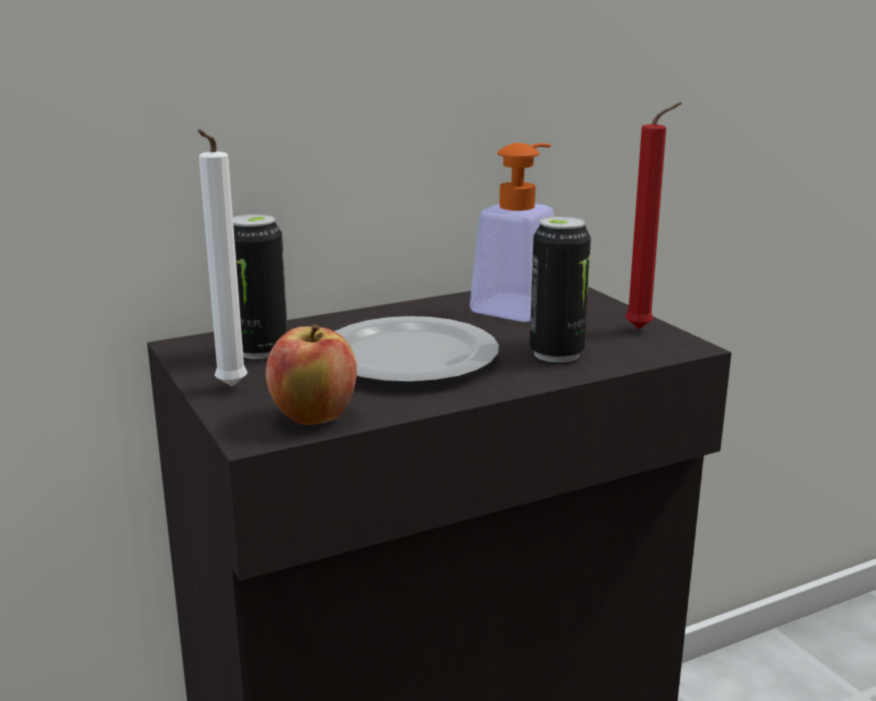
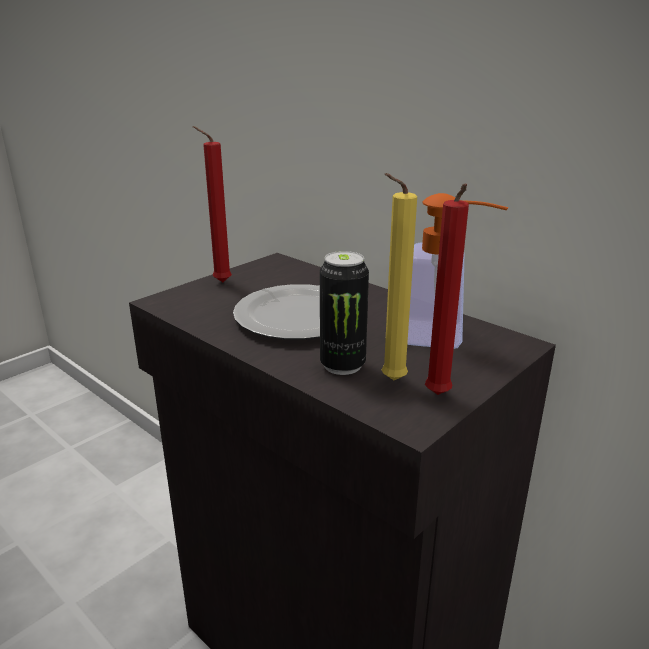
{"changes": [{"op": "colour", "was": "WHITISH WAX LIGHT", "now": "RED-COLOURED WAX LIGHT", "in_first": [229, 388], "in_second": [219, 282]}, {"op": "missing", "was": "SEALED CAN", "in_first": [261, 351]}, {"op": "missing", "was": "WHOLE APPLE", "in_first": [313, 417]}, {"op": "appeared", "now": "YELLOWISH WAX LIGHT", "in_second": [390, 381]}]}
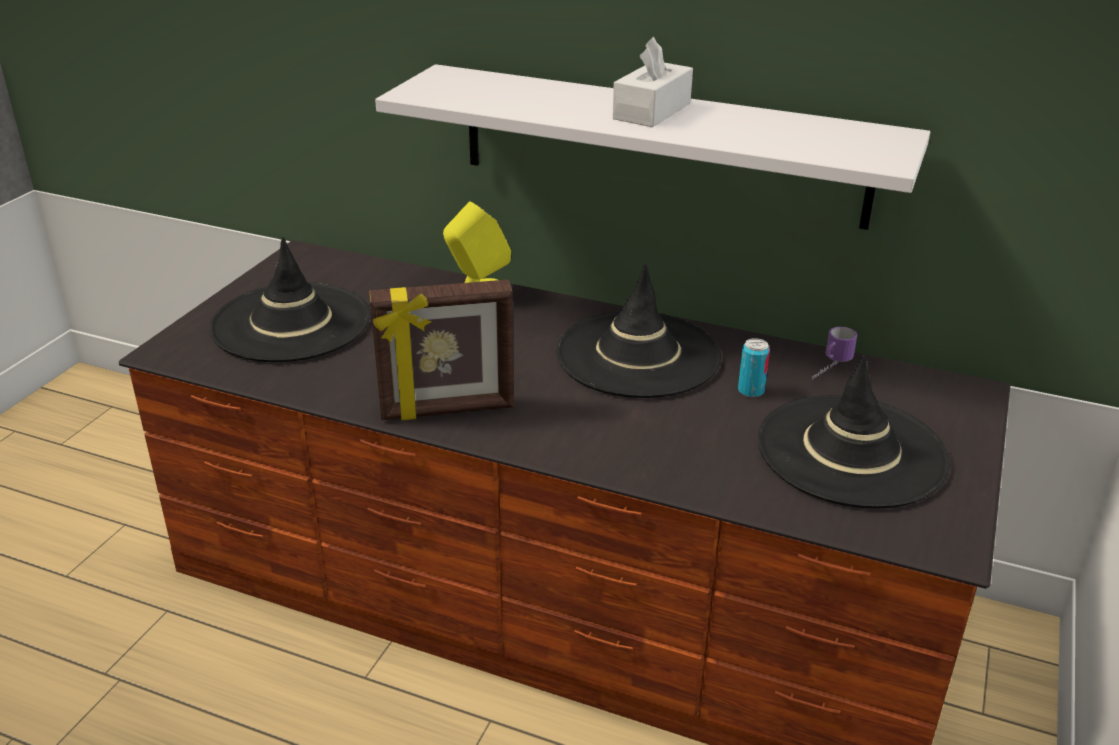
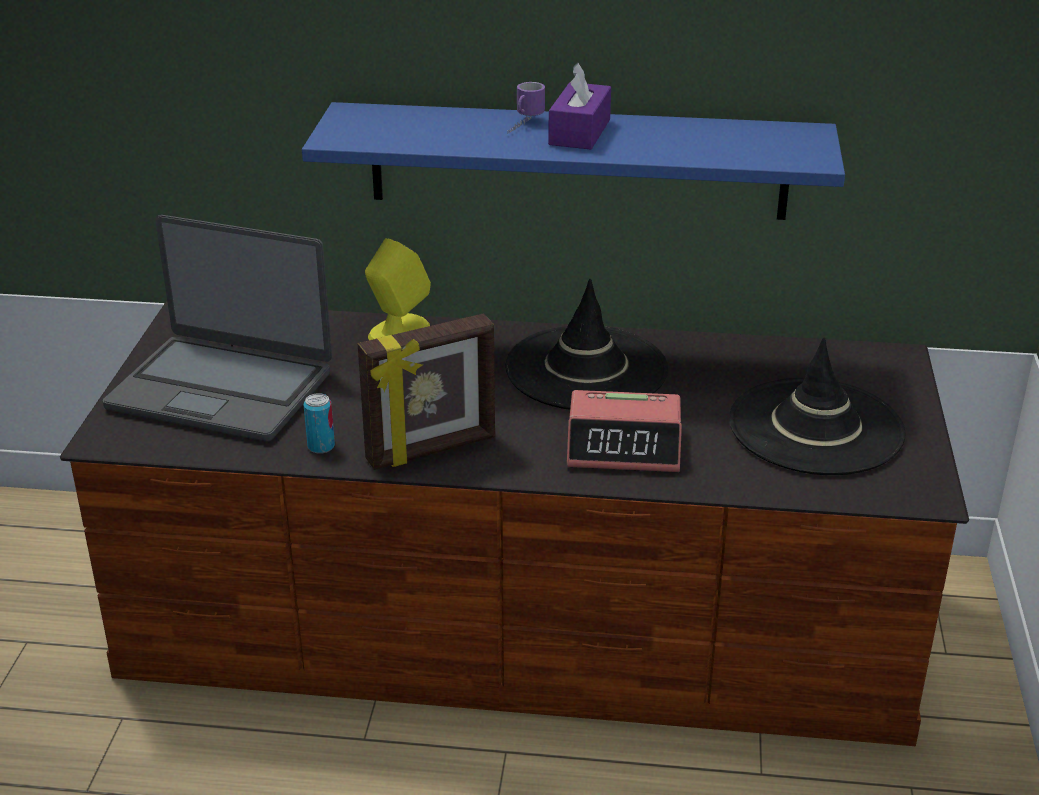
{"changes": [{"op": "exchanged", "was": "BLACK CLOTHING HAT", "now": "NOTEBOOK COMPUTER", "in_first": [291, 323], "in_second": [222, 389]}, {"op": "colour", "was": "WHITISH WALL SHELF", "now": "BLUE-COLOURED WALL SHELF", "in_first": [661, 145], "in_second": [578, 161]}, {"op": "colour", "was": "WHITISH TISSUE BOX", "now": "PURPLE-COLOURED TISSUE BOX", "in_first": [652, 111], "in_second": [579, 132]}, {"op": "relocated", "was": "SEALED CAN", "in_first": [750, 391], "in_second": [321, 446]}, {"op": "relocated", "was": "COFFEE MUG", "in_first": [828, 368], "in_second": [522, 125]}, {"op": "appeared", "now": "TABLE CLOCK", "in_second": [624, 446]}]}
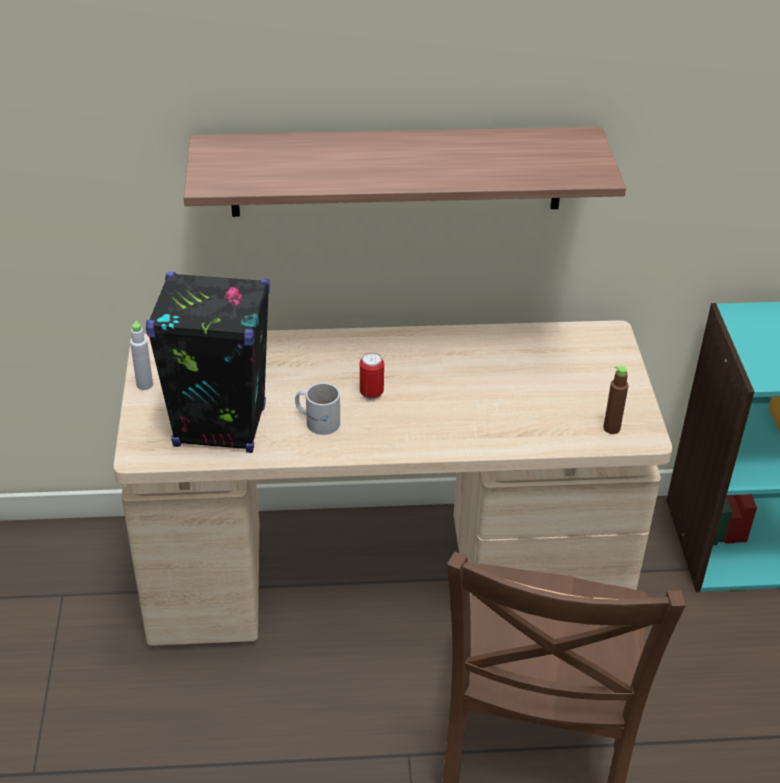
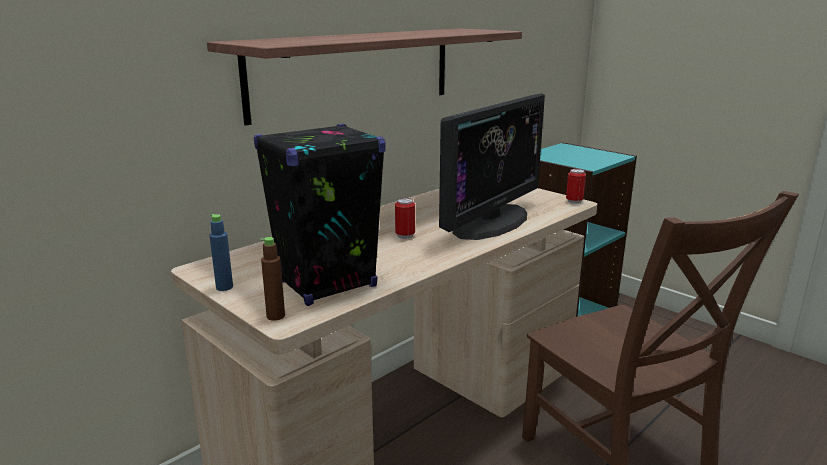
{"changes": [{"op": "colour", "was": "GRAY BEVERAGE BOTTLE", "now": "BLUE-COLOURED BEVERAGE BOTTLE", "in_first": [144, 385], "in_second": [224, 287]}, {"op": "missing", "was": "WHITISH COFFEE MUG", "in_first": [318, 420]}, {"op": "relocated", "was": "BROWNISH BEVERAGE BOTTLE", "in_first": [611, 428], "in_second": [275, 316]}, {"op": "appeared", "now": "COMPUTER SCREEN", "in_second": [490, 222]}, {"op": "appeared", "now": "SEALED CAN", "in_second": [574, 201]}]}
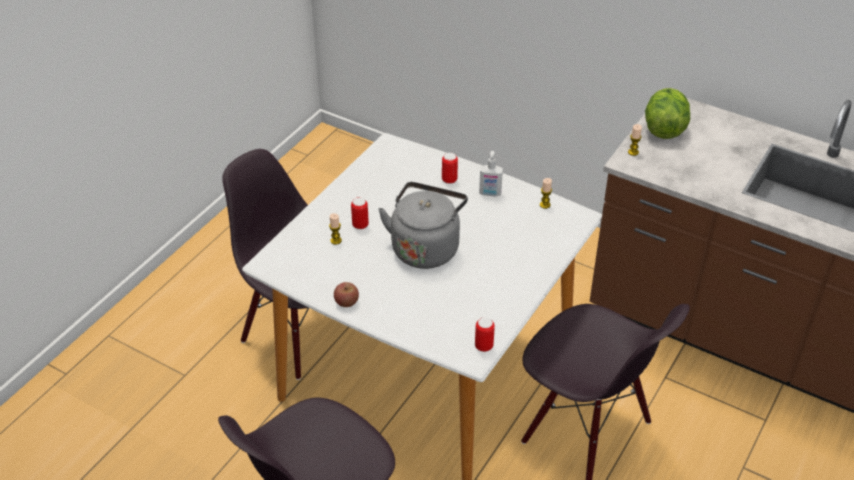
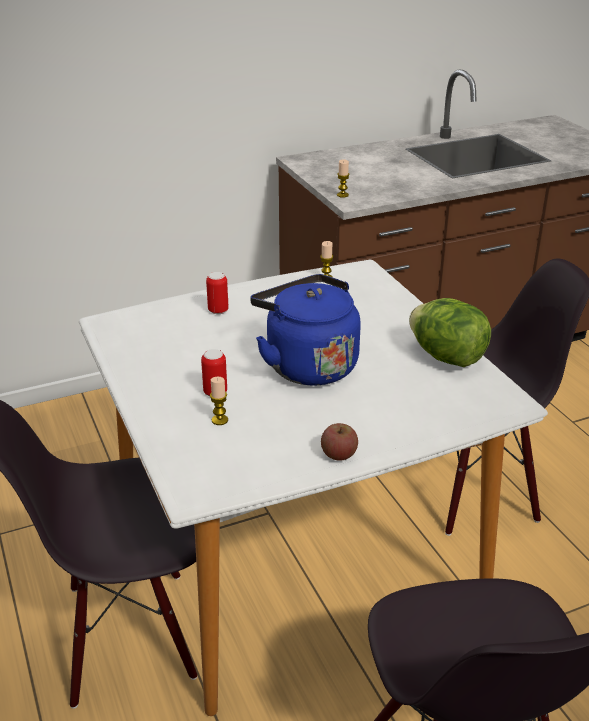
{"changes": [{"op": "colour", "was": "GRAY KETTLE", "now": "BLUE-COLOURED KETTLE", "in_first": [426, 247], "in_second": [307, 364]}, {"op": "missing", "was": "SEALED CAN", "in_first": [484, 346]}, {"op": "missing", "was": "SOAP BOTTLE", "in_first": [490, 193]}, {"op": "relocated", "was": "LETTUCE", "in_first": [664, 129], "in_second": [446, 357]}]}
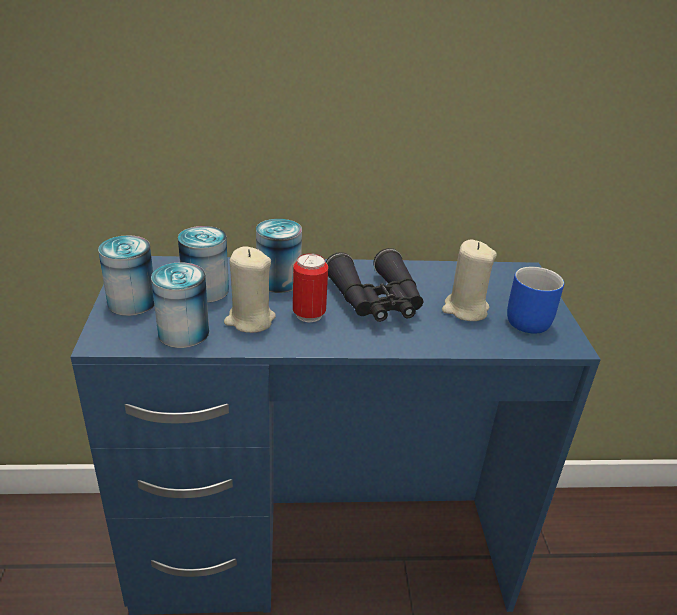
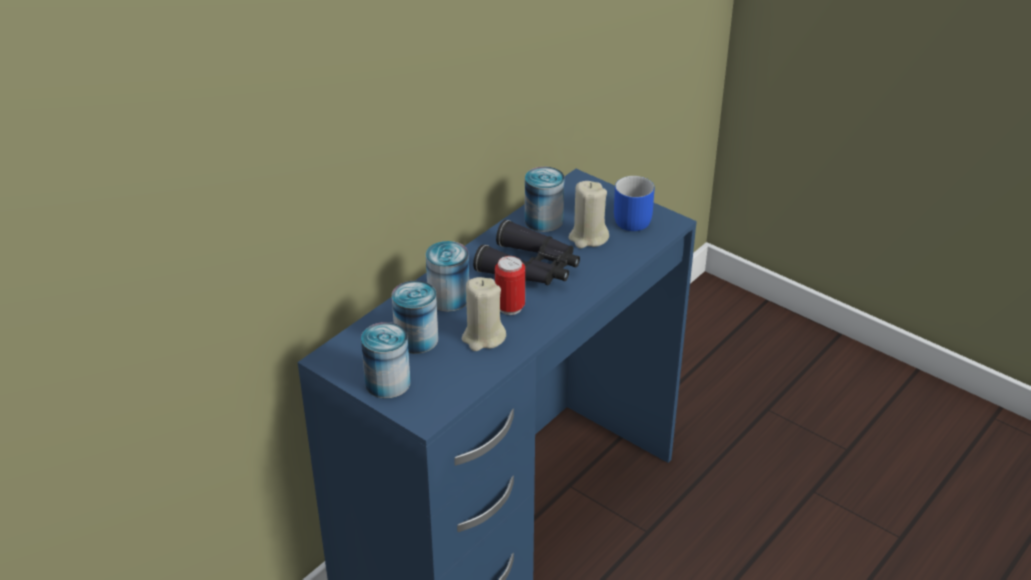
{"changes": [{"op": "relocated", "was": "SEALED CAN", "in_first": [183, 332], "in_second": [543, 220]}]}
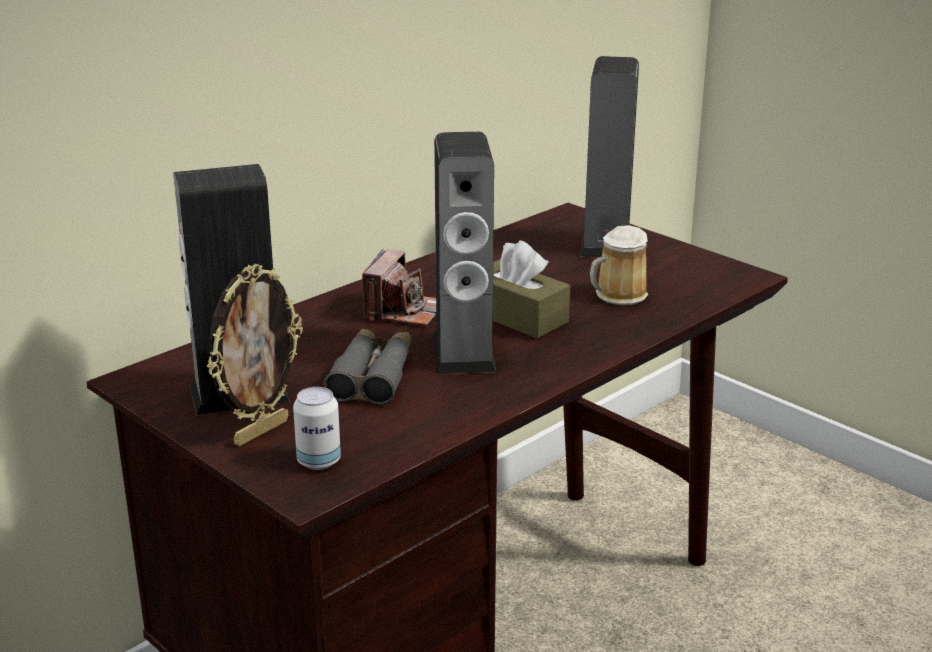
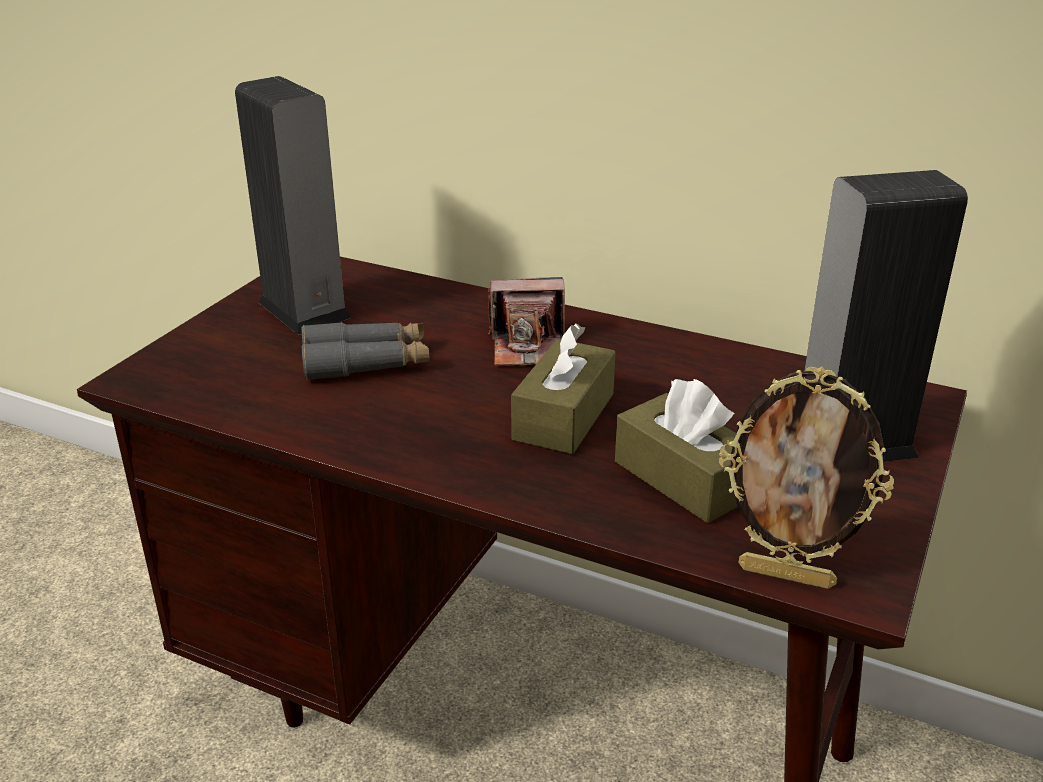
{"changes": [{"op": "relocated", "was": "PHOTO FRAME", "in_first": [260, 431], "in_second": [787, 575]}, {"op": "missing", "was": "SEALED CAN", "in_first": [319, 461]}, {"op": "missing", "was": "AUDIO SPEAKER", "in_first": [463, 352]}, {"op": "exchanged", "was": "COFFEE MUG", "now": "BROWNISH TISSUE BOX", "in_first": [617, 295], "in_second": [683, 479]}]}
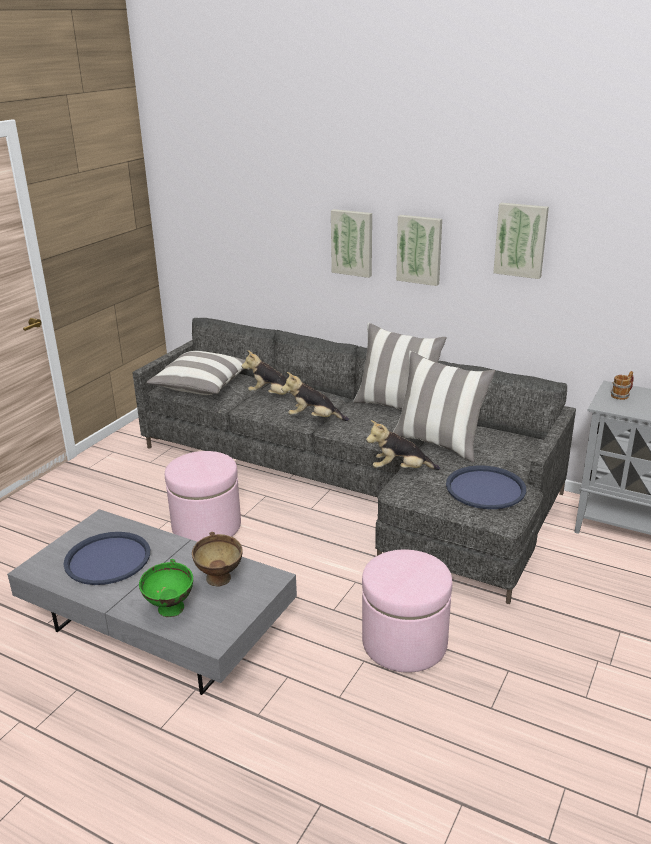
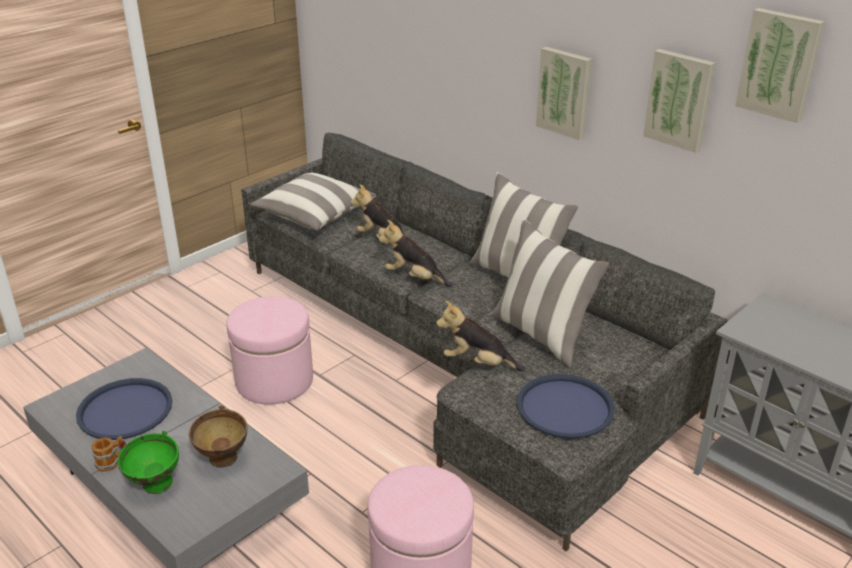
{"changes": [{"op": "relocated", "was": "WALL PICTURE", "in_first": [352, 242], "in_second": [780, 64]}, {"op": "relocated", "was": "COFFEE MUG", "in_first": [622, 395], "in_second": [112, 463]}]}
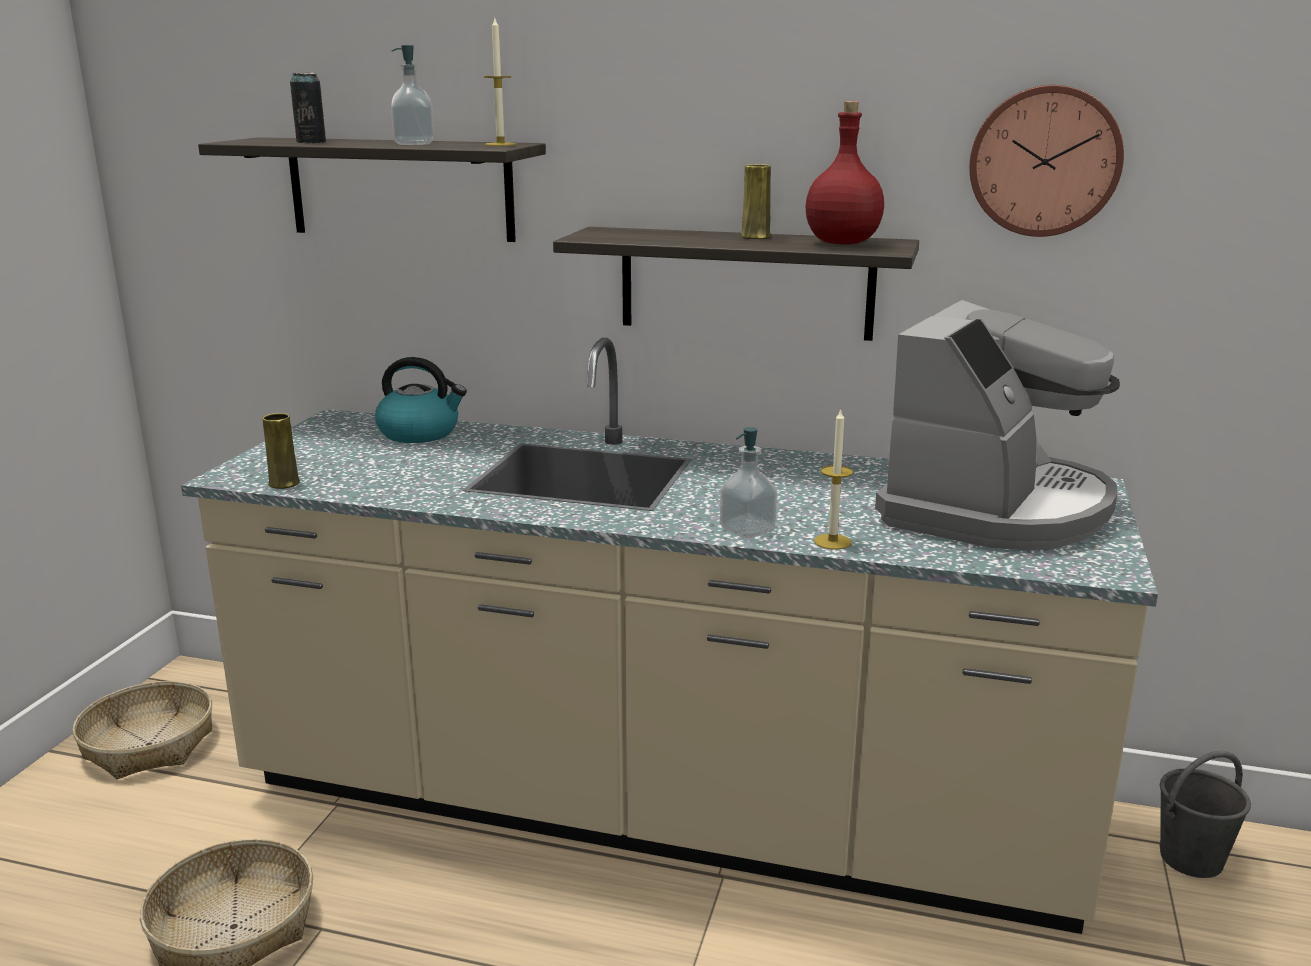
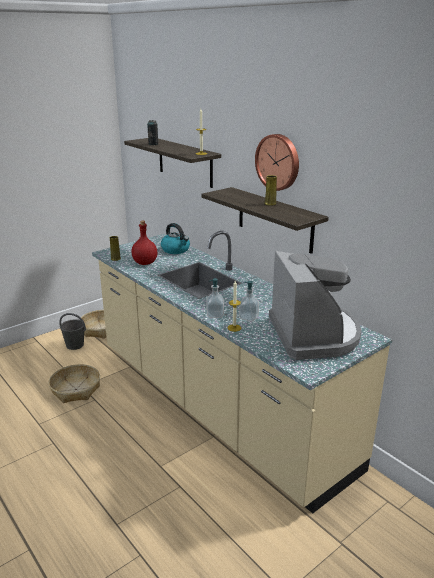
{"changes": [{"op": "relocated", "was": "SOAP BOTTLE", "in_first": [414, 144], "in_second": [248, 317]}, {"op": "relocated", "was": "RED-COLOURED BEVERAGE BOTTLE", "in_first": [843, 243], "in_second": [145, 263]}, {"op": "spun", "was": "COFFEE MACHINE", "in_first": [995, 508], "in_second": [314, 334], "clockwise": -75}, {"op": "relocated", "was": "HANGING CLOCK", "in_first": [1044, 161], "in_second": [278, 162]}, {"op": "relocated", "was": "GRAY PAIL", "in_first": [1190, 859], "in_second": [74, 345]}]}
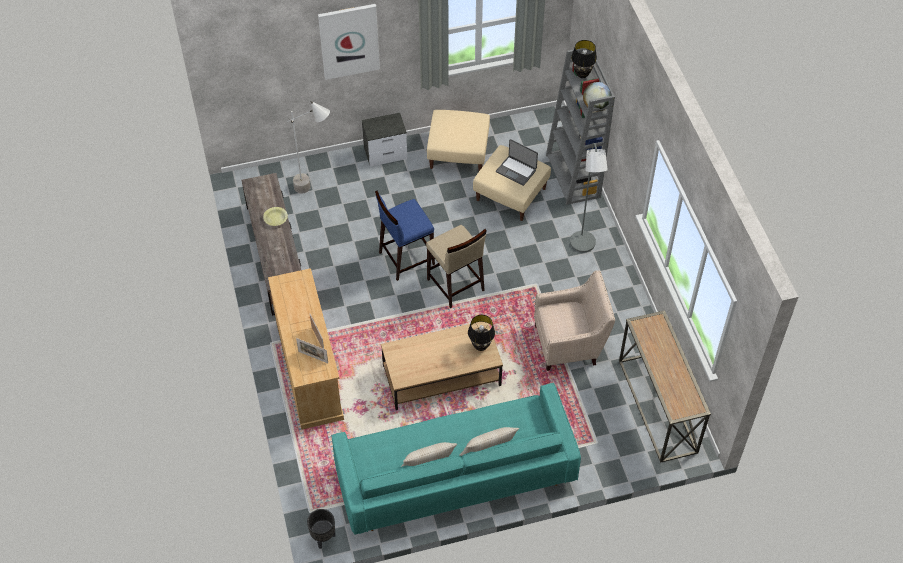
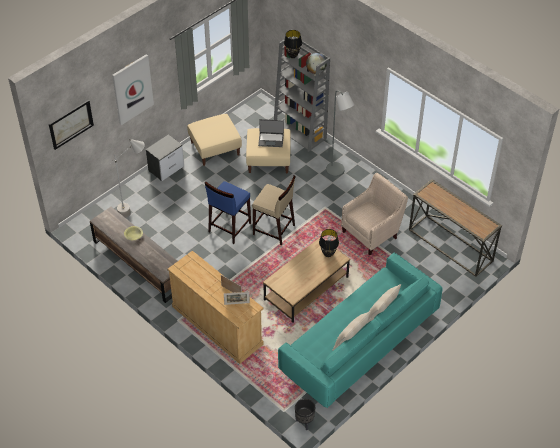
{"changes": [{"op": "appeared", "now": "WALL PICTURE", "in_second": [71, 124]}]}
